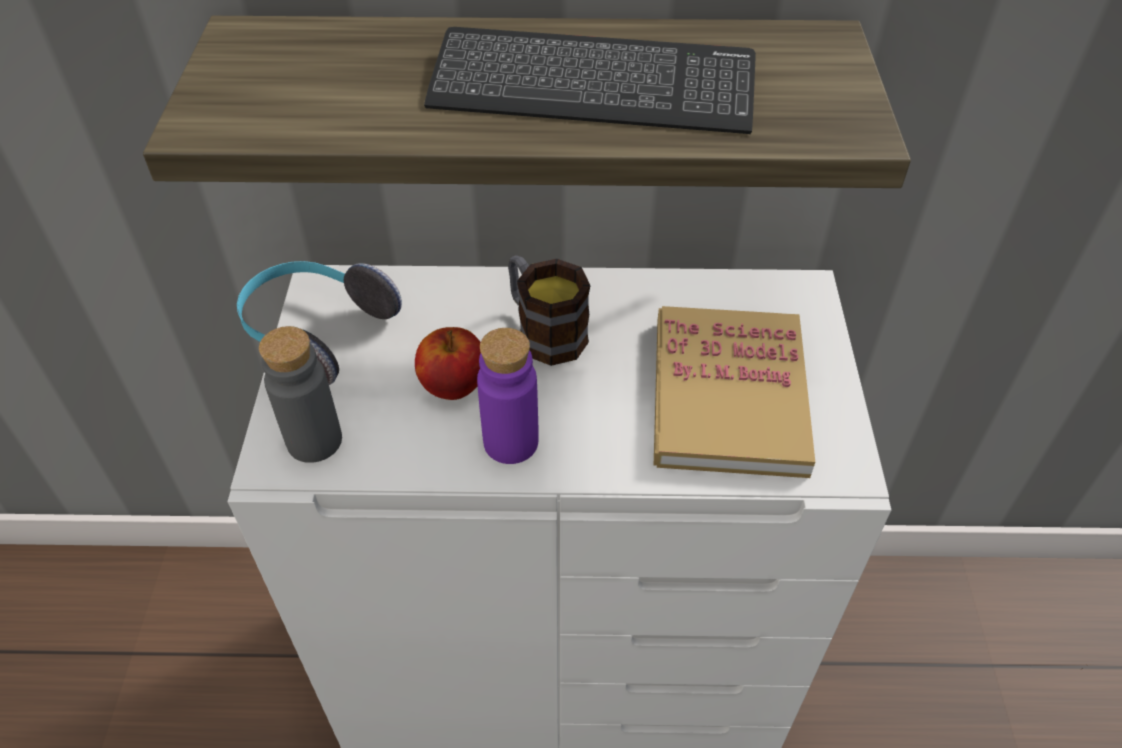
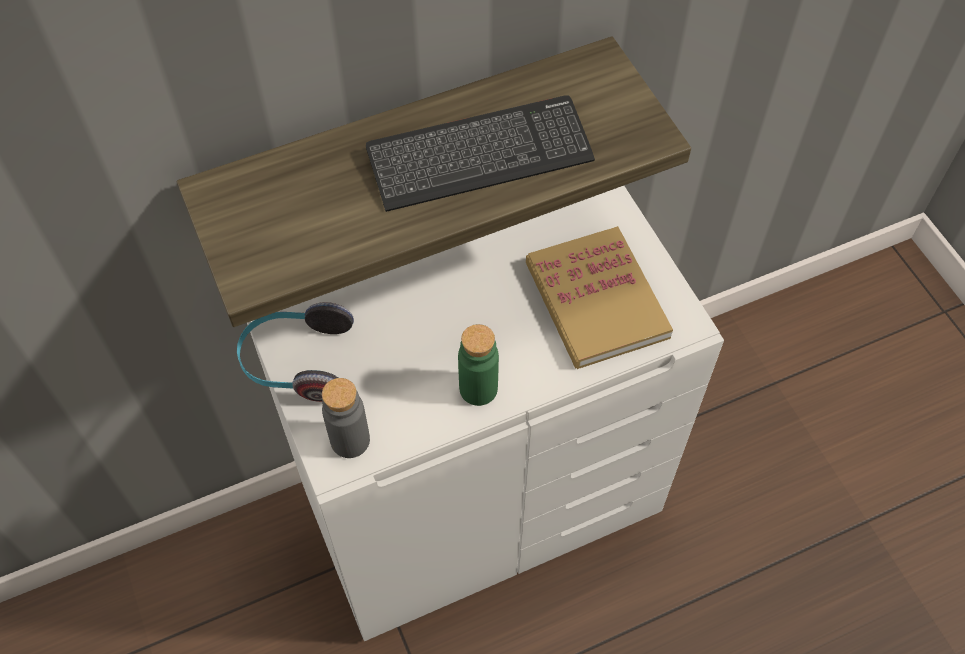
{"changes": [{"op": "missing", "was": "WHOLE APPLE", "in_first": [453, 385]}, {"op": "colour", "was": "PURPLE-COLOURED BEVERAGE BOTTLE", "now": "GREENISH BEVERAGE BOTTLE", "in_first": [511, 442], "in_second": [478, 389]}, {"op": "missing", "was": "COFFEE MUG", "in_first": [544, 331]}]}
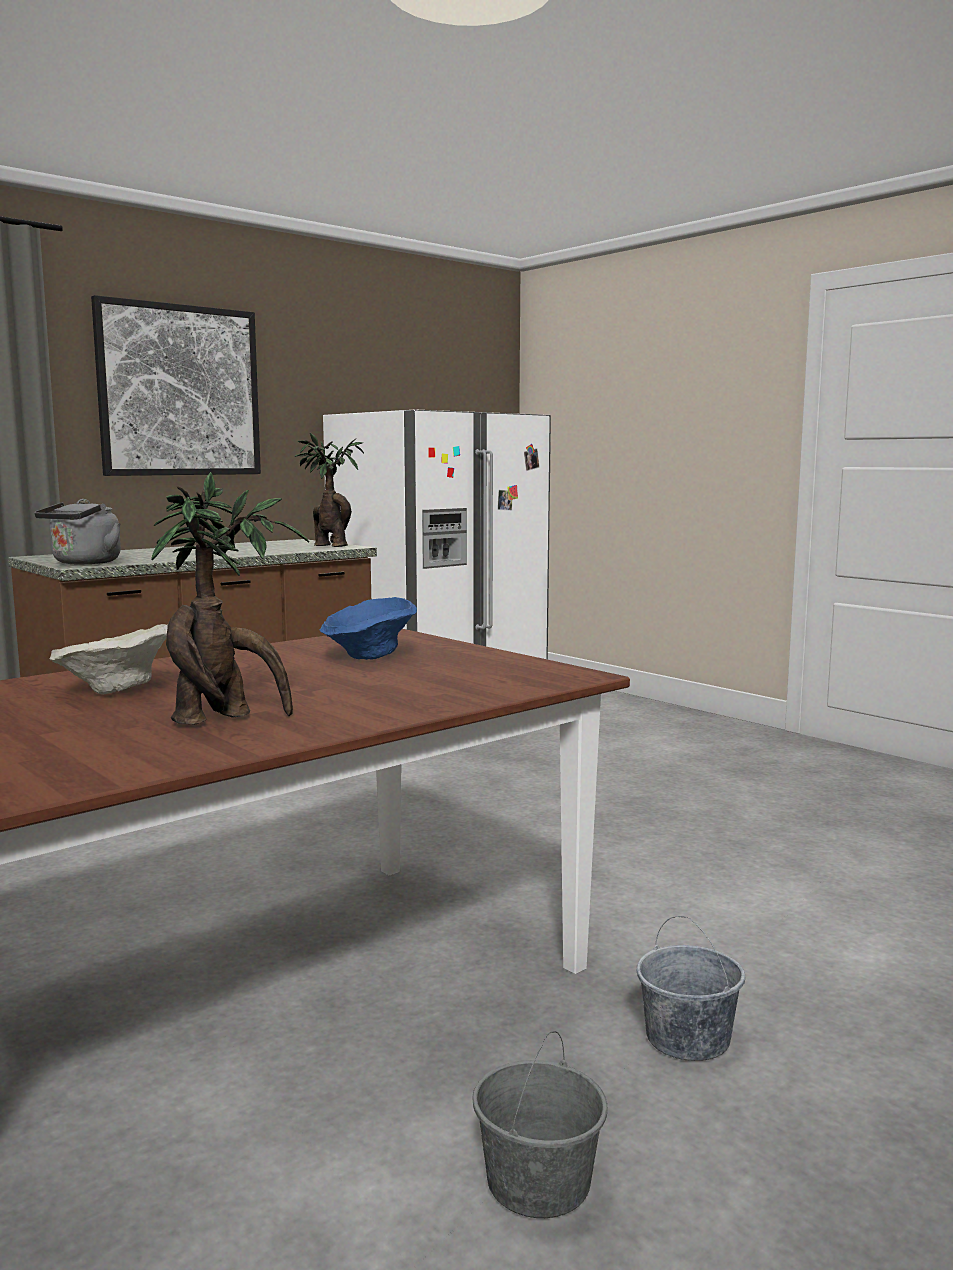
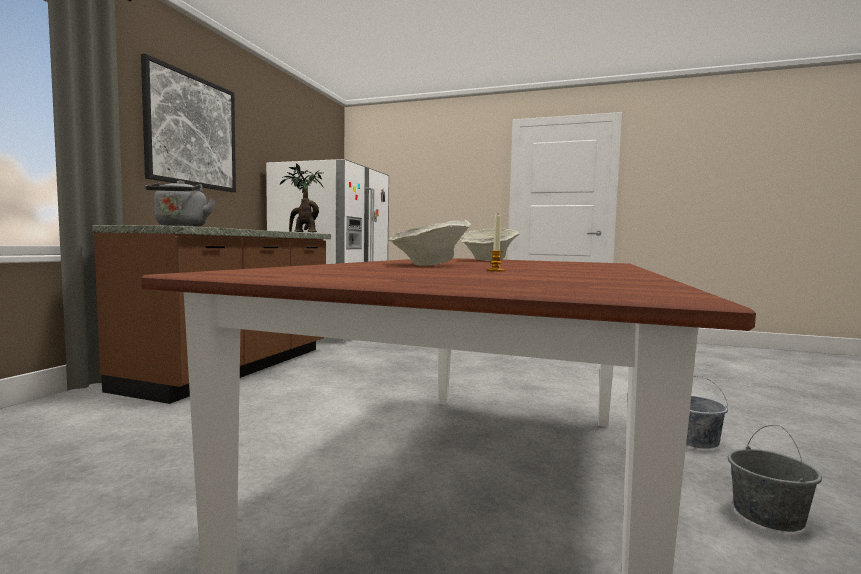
{"changes": [{"op": "missing", "was": "HOUSEPLANT", "in_first": [224, 719]}, {"op": "colour", "was": "BLUE-COLOURED BOWL", "now": "BEIGE-COLOURED BOWL", "in_first": [368, 657], "in_second": [488, 260]}, {"op": "appeared", "now": "WAX LIGHT", "in_second": [495, 270]}]}
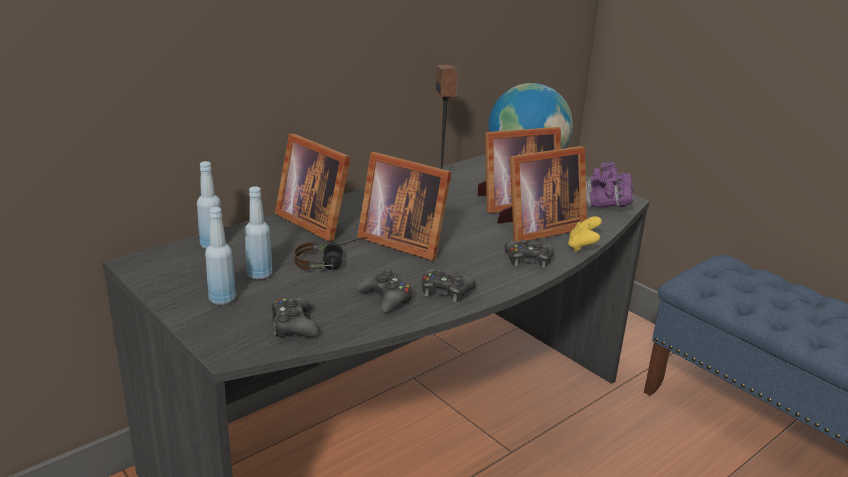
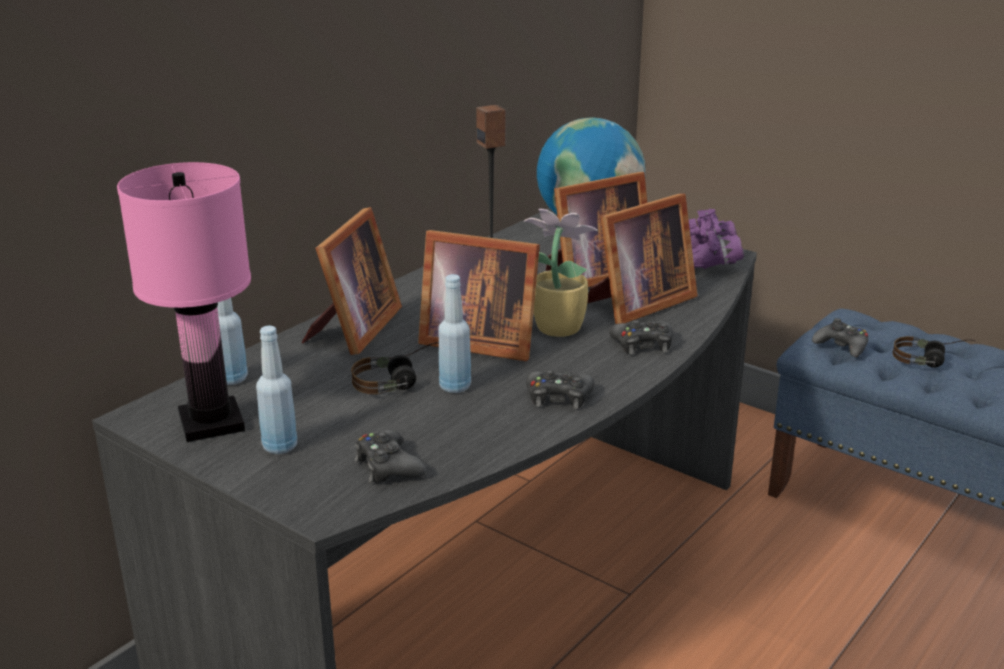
{"changes": [{"op": "relocated", "was": "BLUE-COLOURED BEVERAGE BOTTLE", "in_first": [259, 275], "in_second": [455, 387]}, {"op": "spun", "was": "PHOTO FRAME", "in_first": [315, 221], "in_second": [353, 330], "clockwise": -105}, {"op": "relocated", "was": "BLACK GAMEPAD", "in_first": [386, 299], "in_second": [842, 346]}, {"op": "missing", "was": "YELLOWISH GAMEPAD", "in_first": [582, 247]}, {"op": "appeared", "now": "PINK LAMP FOR A TABLE", "in_second": [212, 422]}, {"op": "appeared", "now": "HOUSEPLANT", "in_second": [556, 327]}, {"op": "appeared", "now": "HEADPHONES", "in_second": [931, 360]}]}
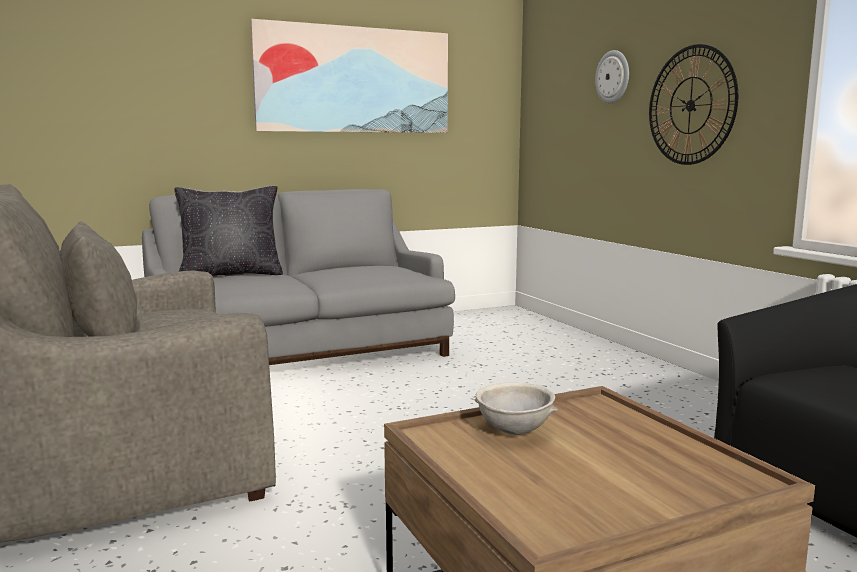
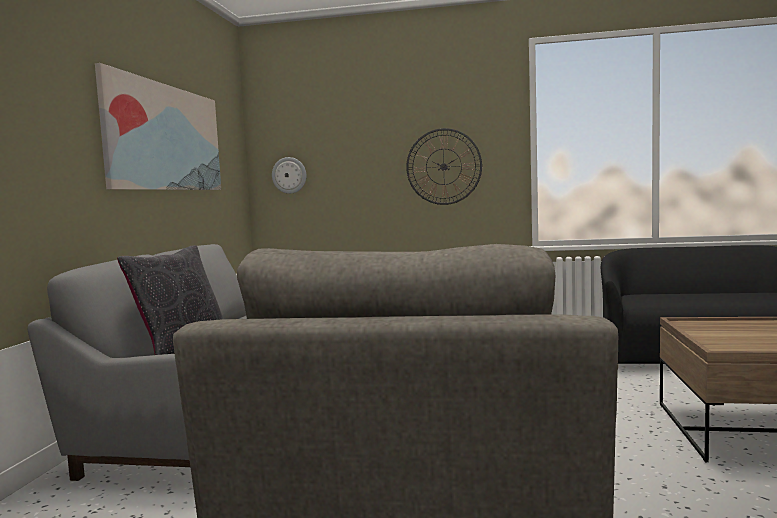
{"changes": [{"op": "missing", "was": "GRAY BOWL", "in_first": [514, 432]}, {"op": "relocated", "was": "HANGING CLOCK", "in_first": [613, 77], "in_second": [289, 175]}]}
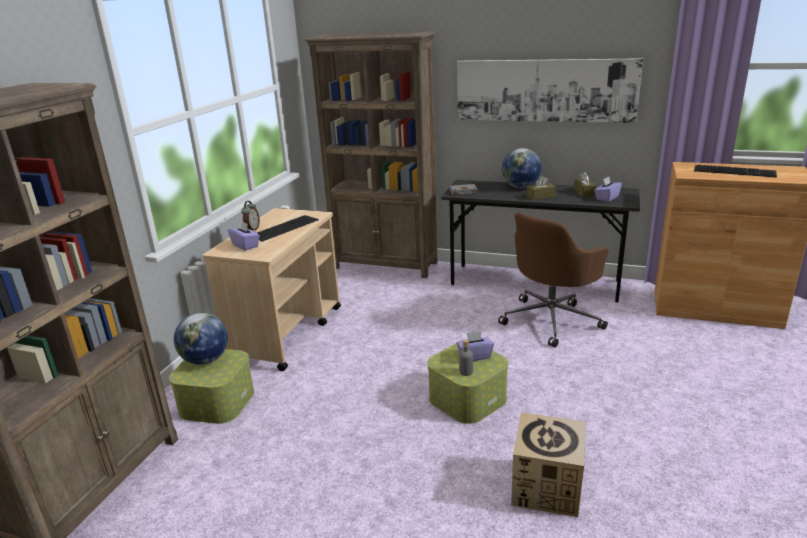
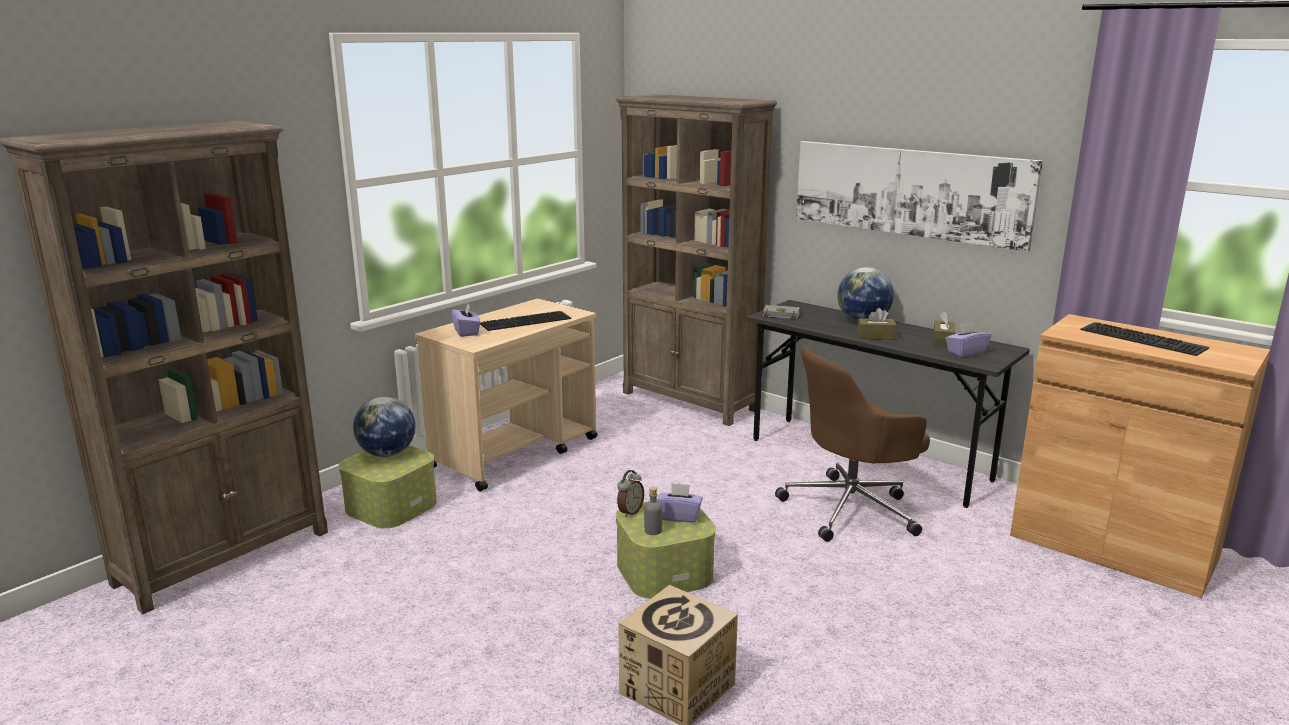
{"changes": [{"op": "relocated", "was": "TABLE CLOCK", "in_first": [252, 229], "in_second": [630, 512]}]}
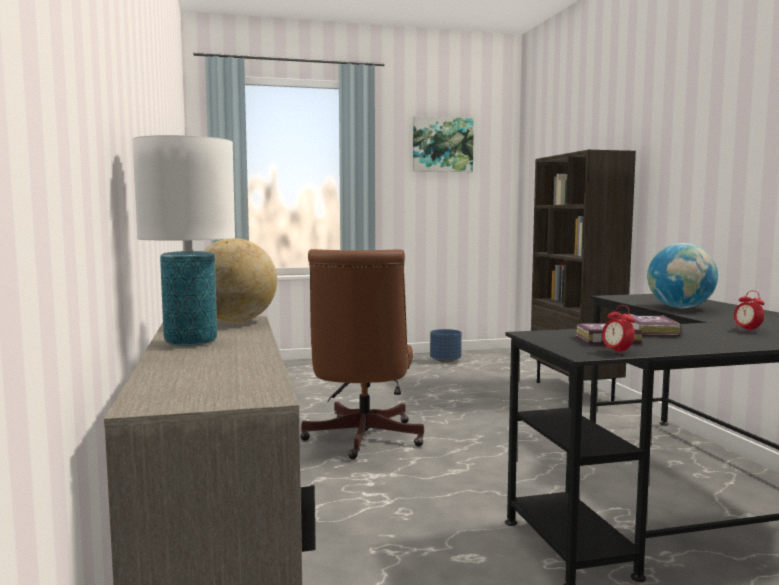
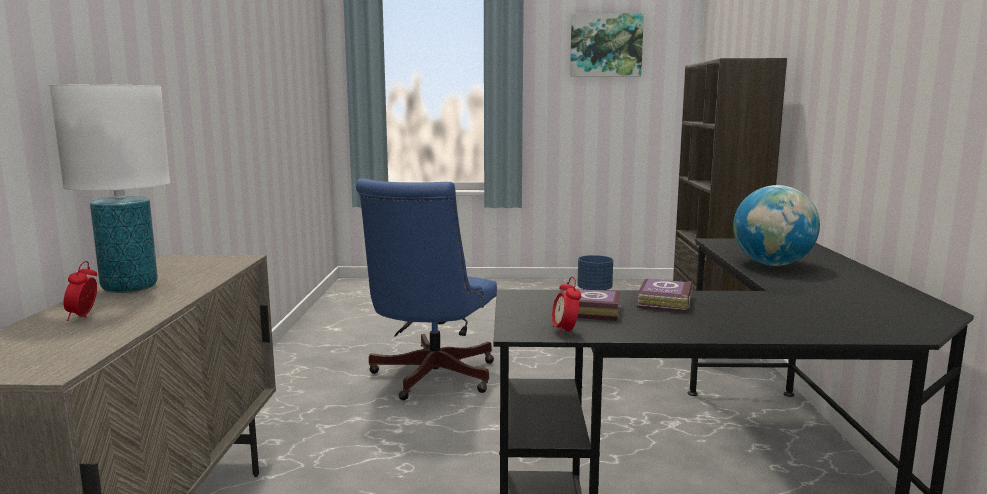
{"changes": [{"op": "missing", "was": "DESK GLOBE", "in_first": [236, 322]}, {"op": "colour", "was": "BROWNISH COMPUTER CHAIR", "now": "BLUE-COLOURED COMPUTER CHAIR", "in_first": [361, 440], "in_second": [429, 378]}, {"op": "relocated", "was": "TABLE CLOCK", "in_first": [747, 330], "in_second": [84, 317]}]}
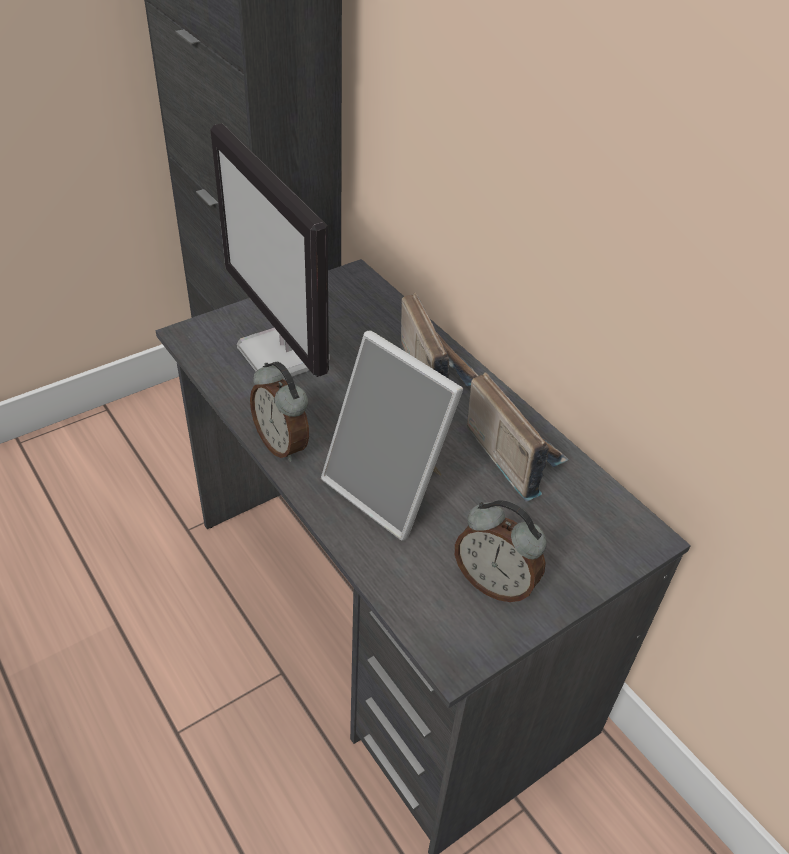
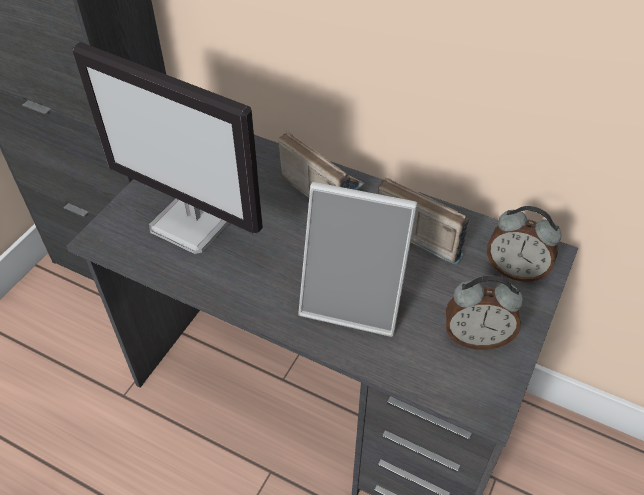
{"changes": [{"op": "relocated", "was": "TABLE CLOCK", "in_first": [283, 444], "in_second": [515, 270]}]}
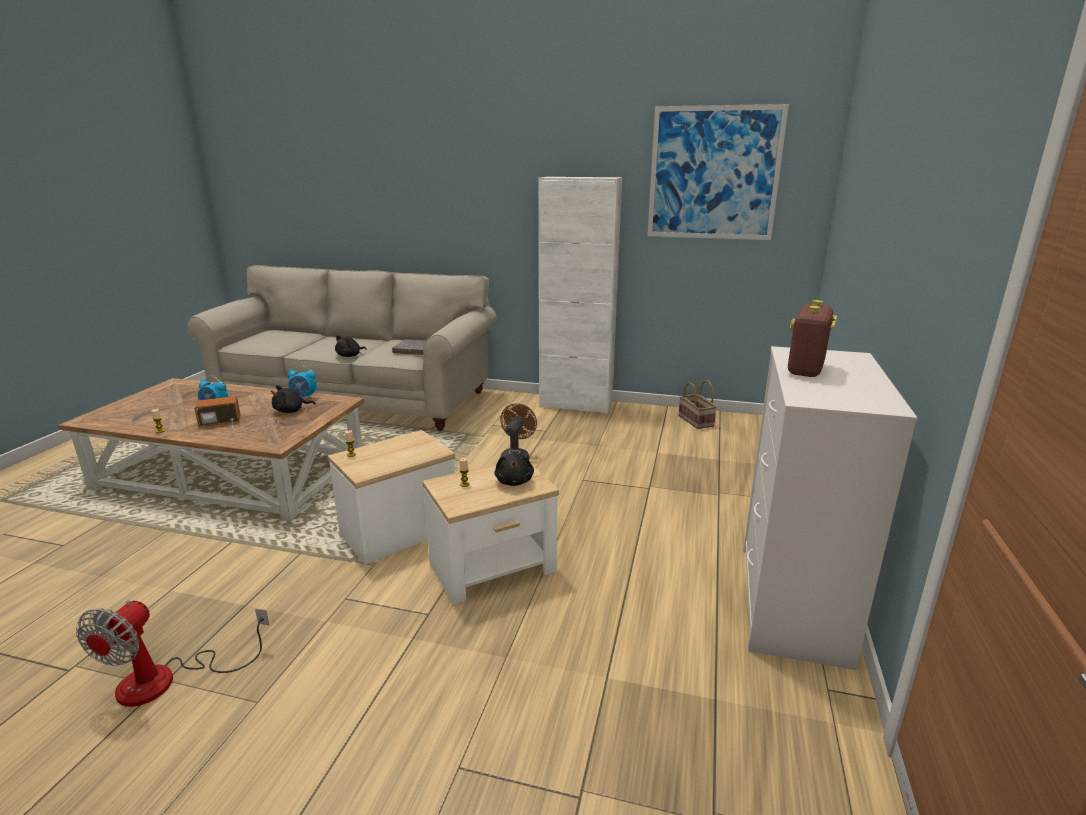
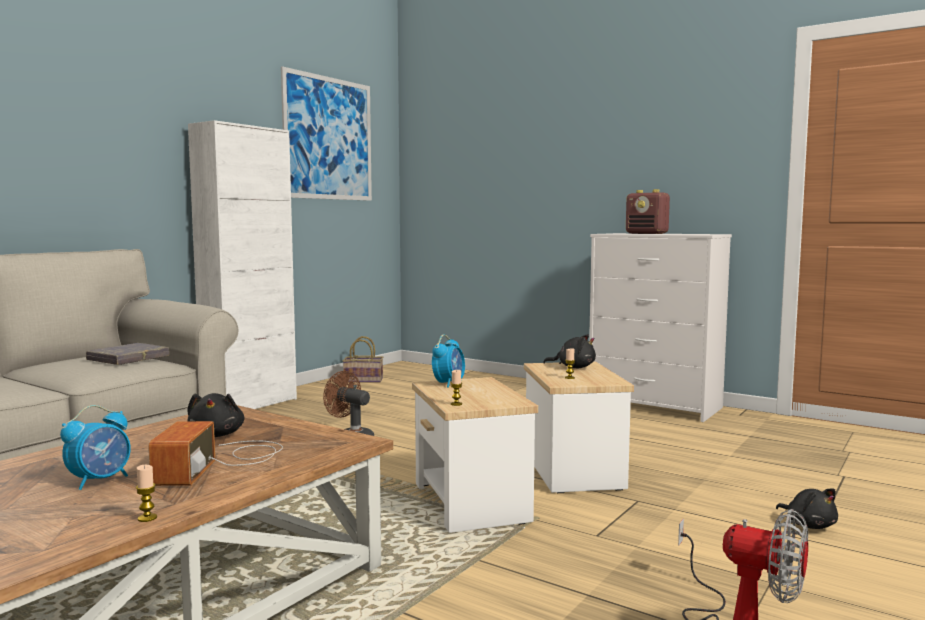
{"changes": [{"op": "relocated", "was": "TABLE CLOCK", "in_first": [304, 398], "in_second": [449, 383]}, {"op": "relocated", "was": "BLACK CUDDLY TOY", "in_first": [350, 356], "in_second": [809, 525]}]}
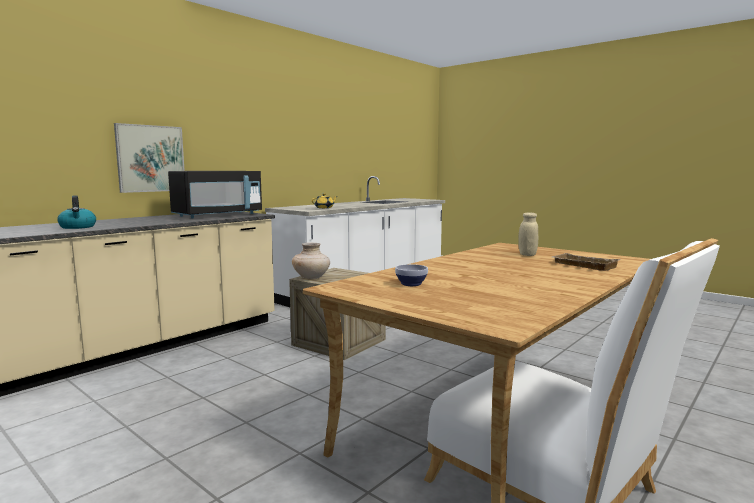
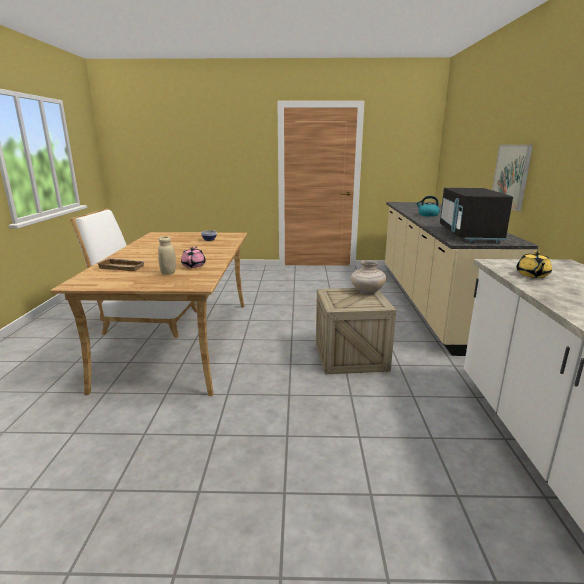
{"changes": [{"op": "appeared", "now": "PINK TEA POT", "in_second": [194, 265]}]}
